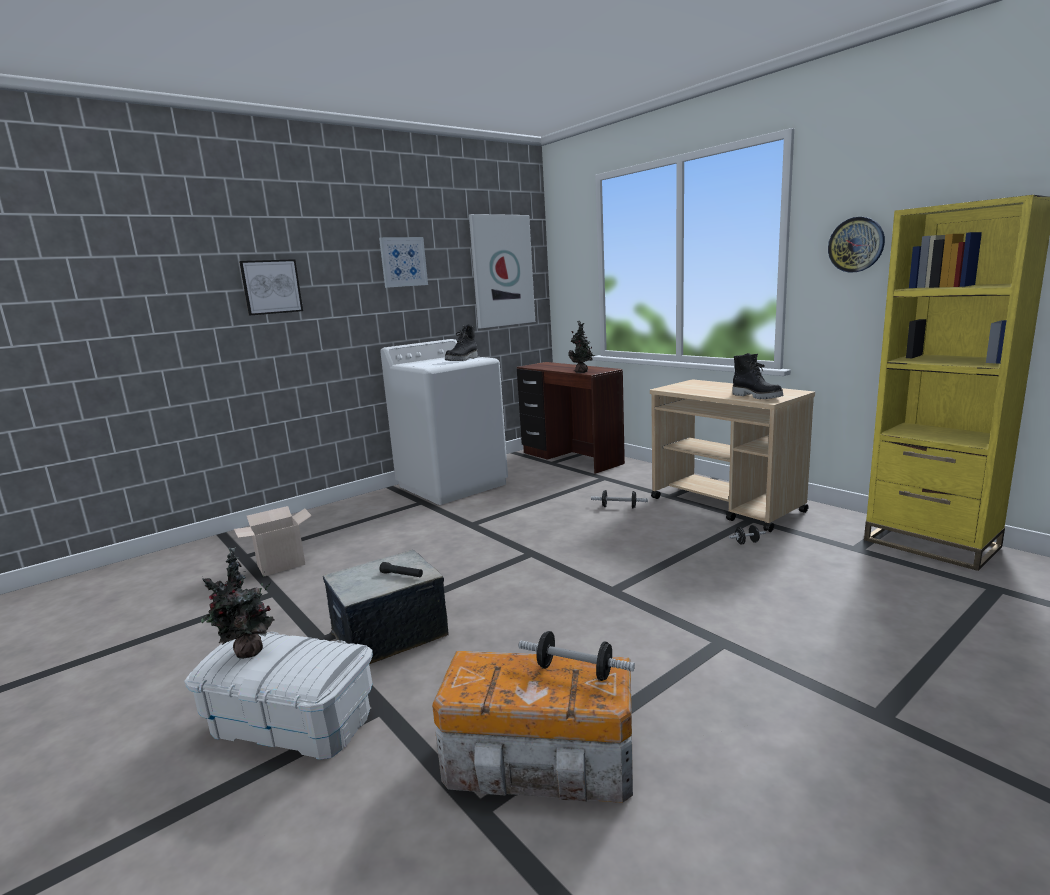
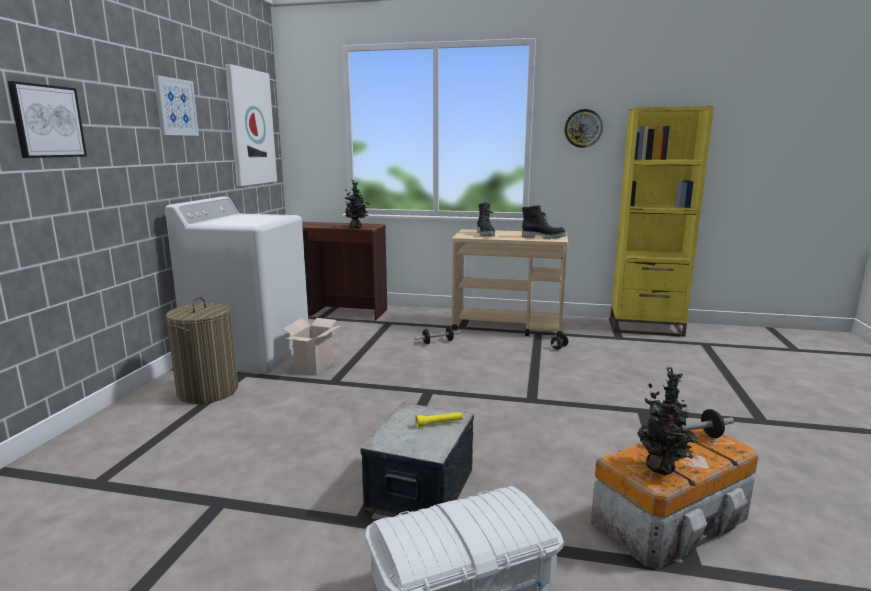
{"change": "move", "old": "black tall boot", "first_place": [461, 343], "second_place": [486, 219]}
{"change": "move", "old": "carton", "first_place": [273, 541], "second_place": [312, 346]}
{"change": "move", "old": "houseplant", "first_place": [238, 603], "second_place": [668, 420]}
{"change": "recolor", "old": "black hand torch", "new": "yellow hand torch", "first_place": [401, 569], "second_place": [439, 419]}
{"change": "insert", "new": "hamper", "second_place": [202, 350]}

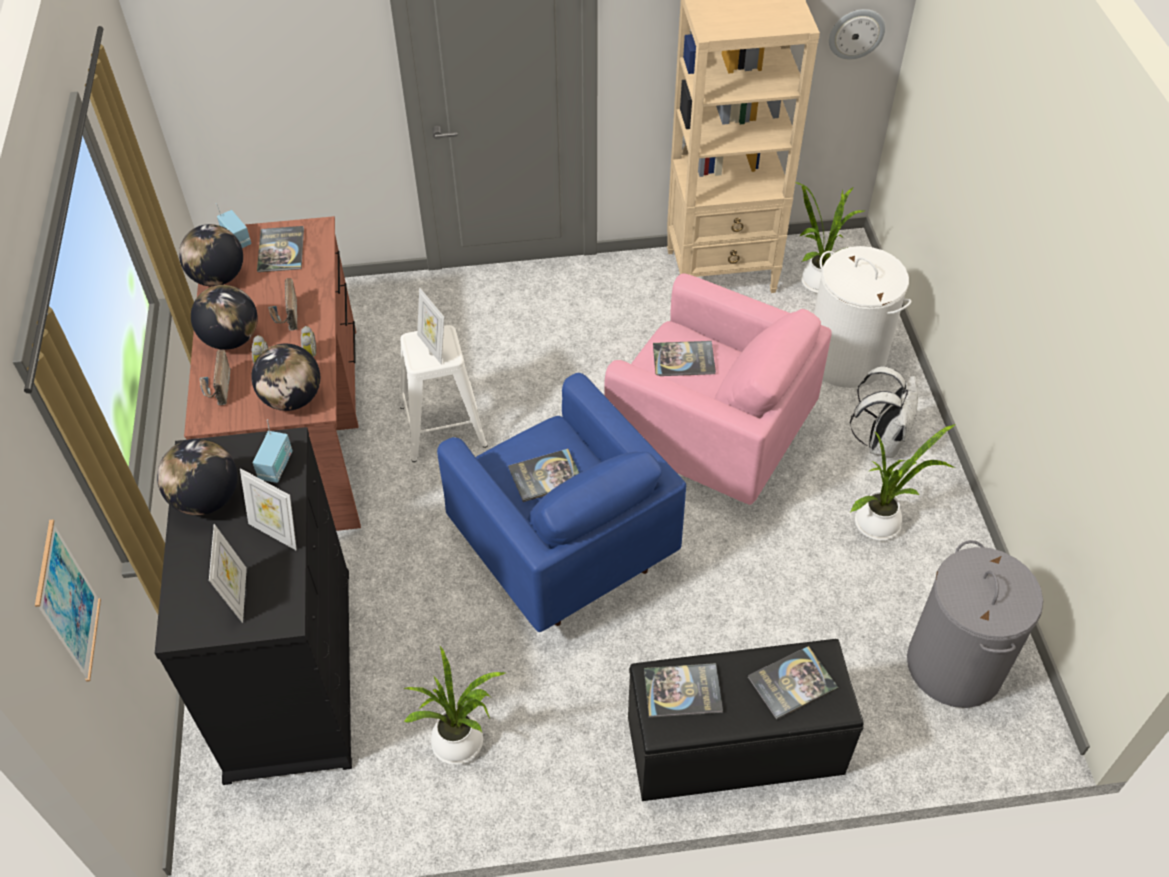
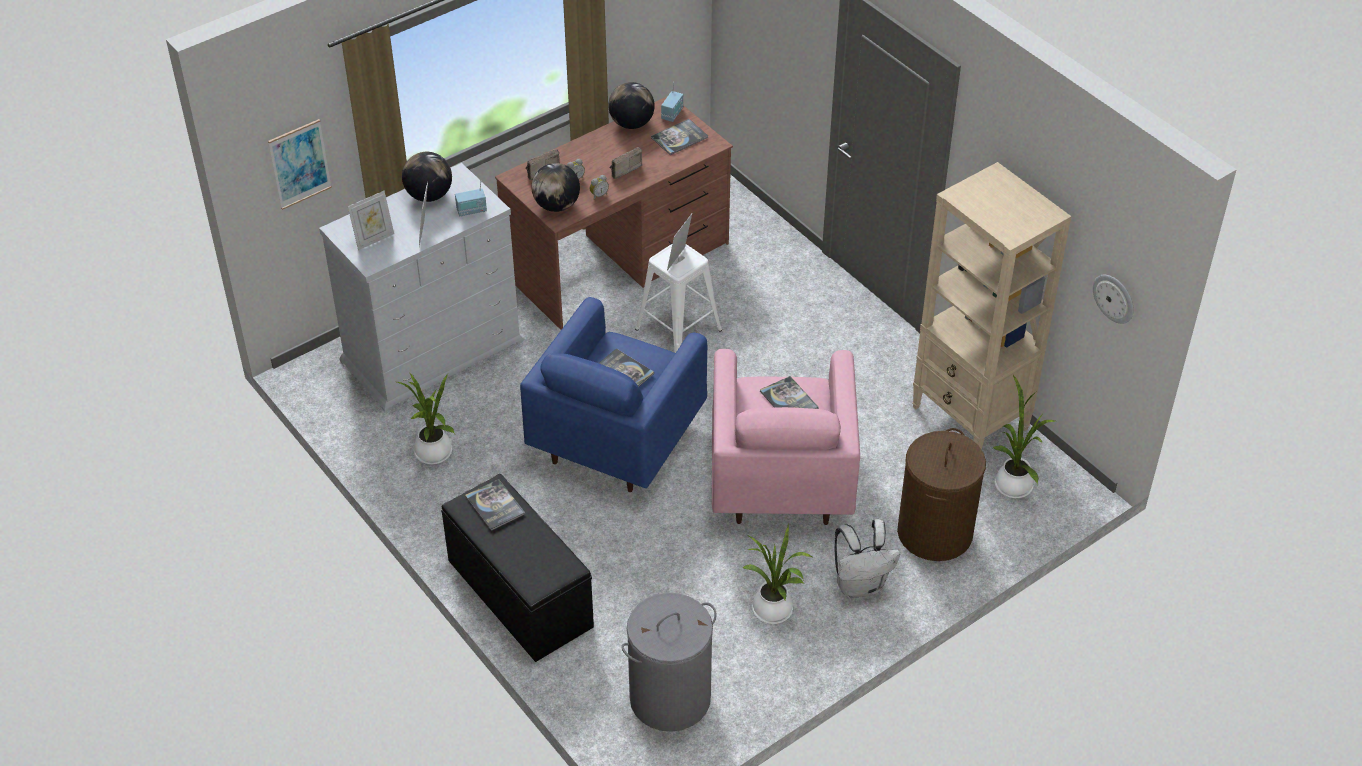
{"change": "recolor", "old": "white hamper", "new": "brown hamper", "first_place": [862, 317], "second_place": [941, 494]}
{"change": "delete", "old": "globe", "first_place": [224, 317]}
{"change": "recolor", "old": "black drawer chest", "new": "white drawer chest", "first_place": [253, 606], "second_place": [421, 287]}
{"change": "delete", "old": "book", "first_place": [793, 683]}

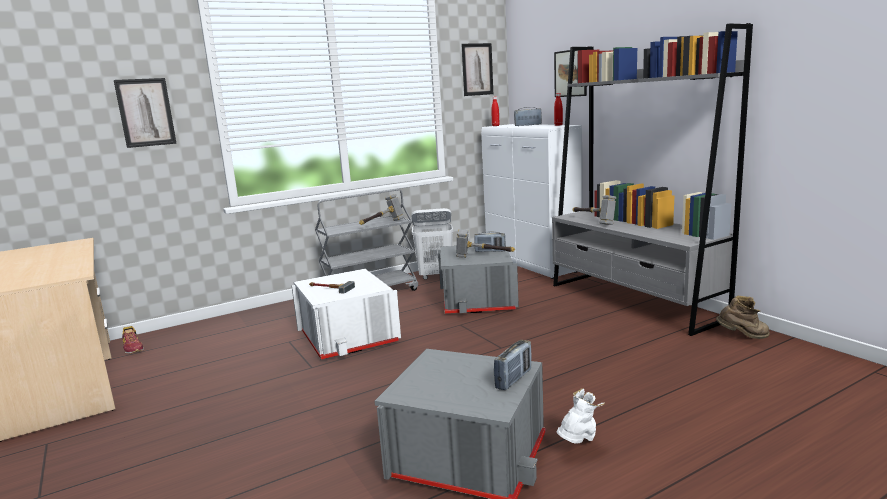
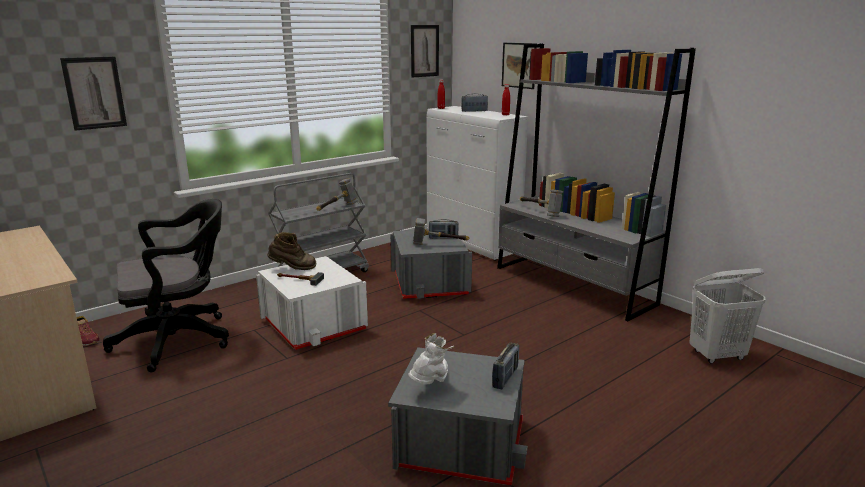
{"change": "move", "old": "white hamper", "first_place": [432, 244], "second_place": [727, 316]}
{"change": "move", "old": "brown tall boot", "first_place": [743, 317], "second_place": [291, 251]}
{"change": "move", "old": "white tall boot", "first_place": [580, 415], "second_place": [431, 358]}
{"change": "insert", "new": "black office chair", "second_place": [166, 285]}

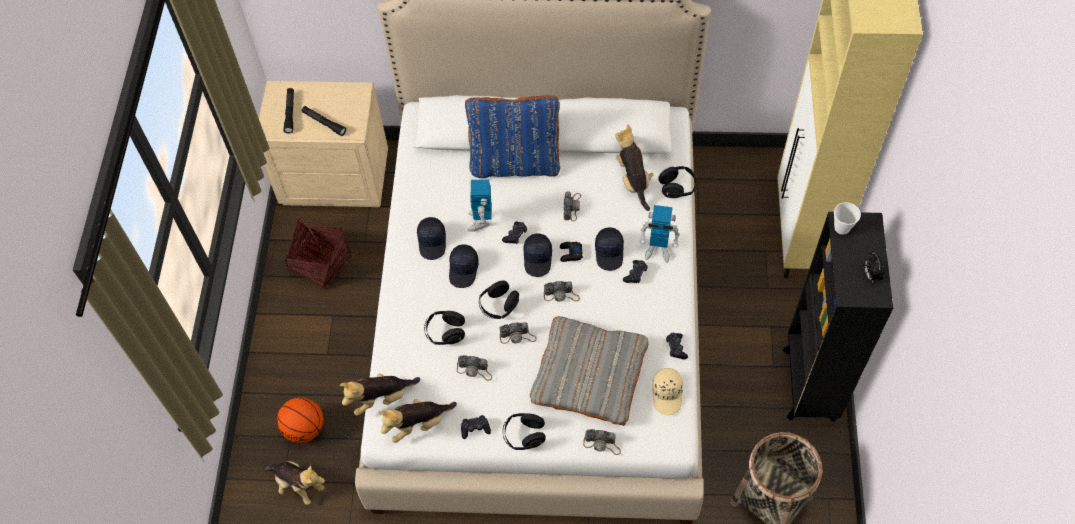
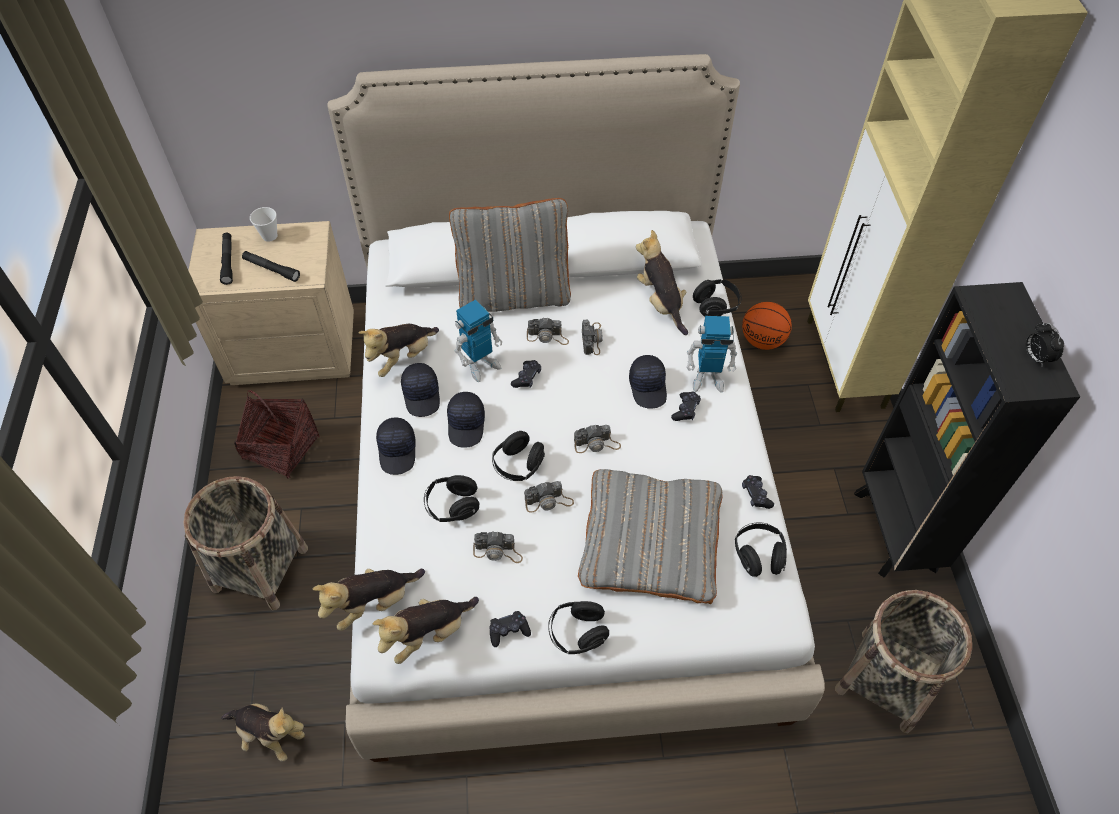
{"change": "recolor", "old": "bluish cushion", "new": "grey cushion", "first_place": [512, 136], "second_place": [510, 255]}
{"change": "rotate", "old": "model robot", "first_place": [480, 205], "second_place": [478, 340], "degrees": -120}
{"change": "move", "old": "small cup", "first_place": [847, 218], "second_place": [263, 224]}
{"change": "move", "old": "black cap", "first_place": [537, 255], "second_place": [396, 446]}
{"change": "delete", "old": "black game controller", "first_place": [571, 252]}
{"change": "replace", "old": "beige-coloured cap", "new": "black headset", "first_place": [667, 391], "second_place": [761, 550]}
{"change": "move", "old": "ball for basketball", "first_place": [300, 420], "second_place": [767, 326]}
{"change": "move", "old": "still camera", "first_place": [602, 442], "second_place": [548, 331]}
{"change": "insert", "new": "soft toy", "second_place": [398, 350]}
{"change": "insert", "new": "storage basket", "second_place": [246, 543]}

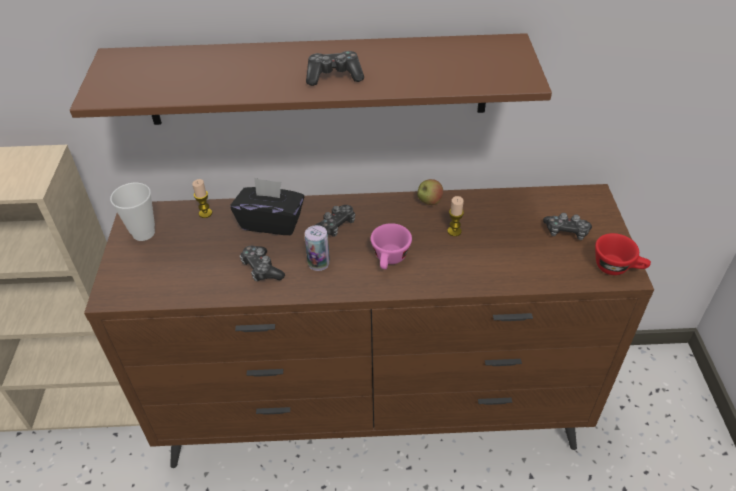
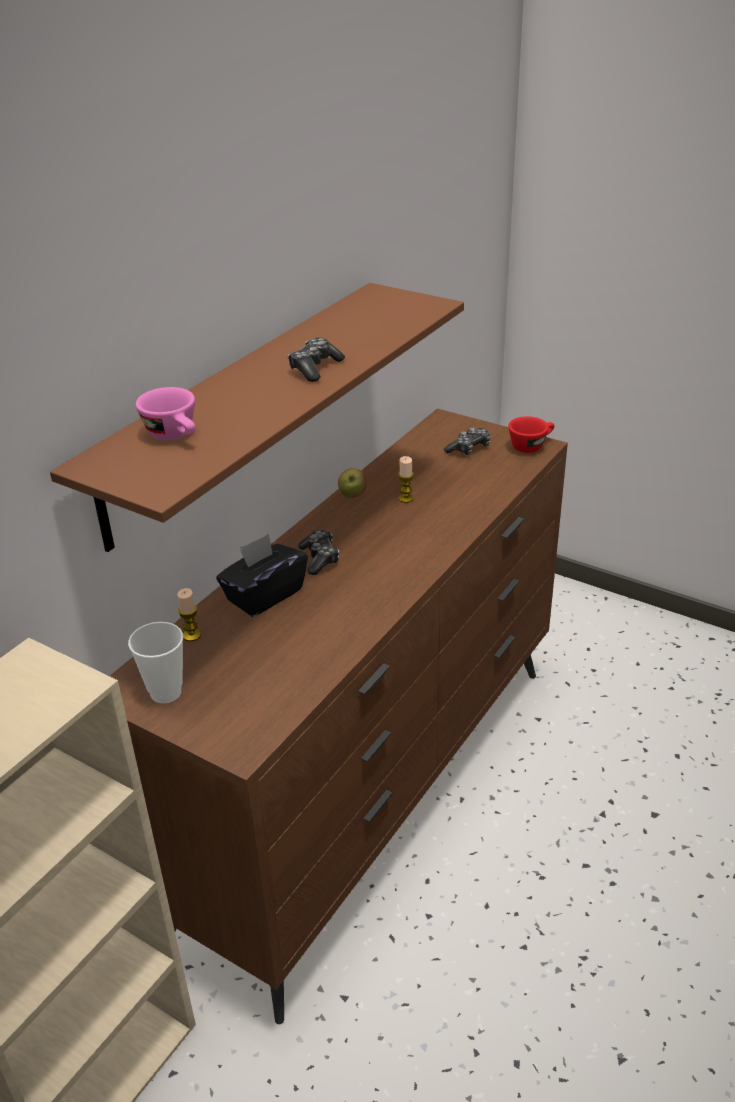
{"change": "move", "old": "pink-coloured small cup", "first_place": [391, 246], "second_place": [165, 413]}
{"change": "delete", "old": "sealed can", "first_place": [317, 248]}
{"change": "delete", "old": "game controller", "first_place": [262, 263]}

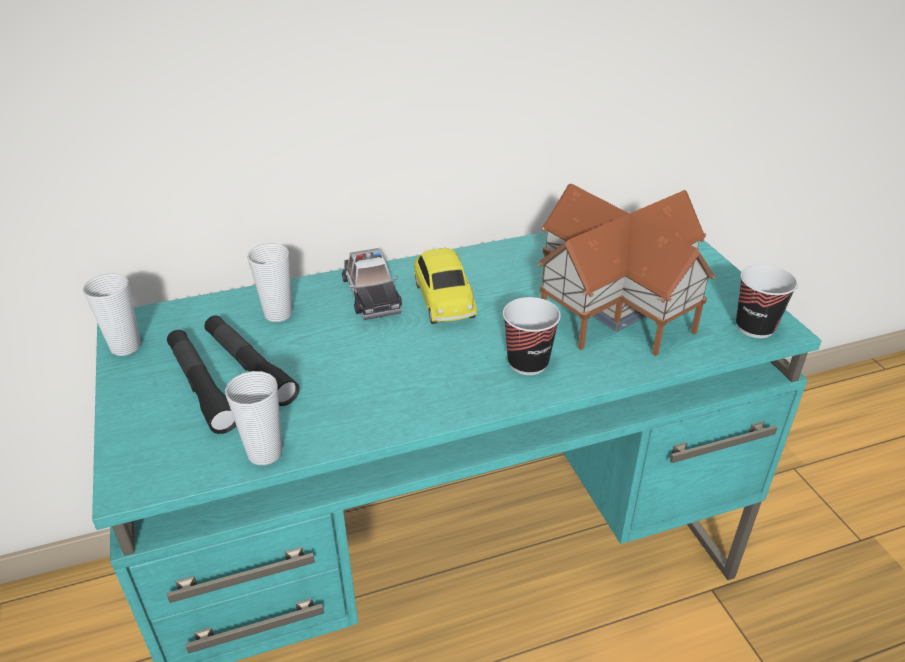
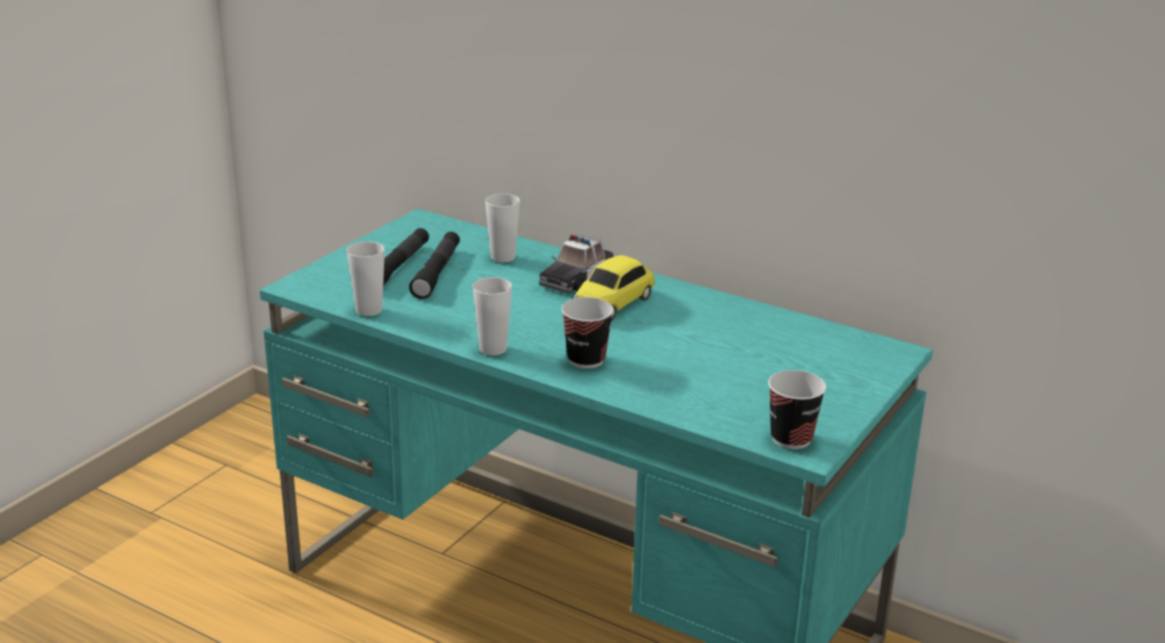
{"change": "delete", "old": "toy house", "first_place": [627, 270]}
{"change": "move", "old": "small cup", "first_place": [111, 314], "second_place": [492, 316]}

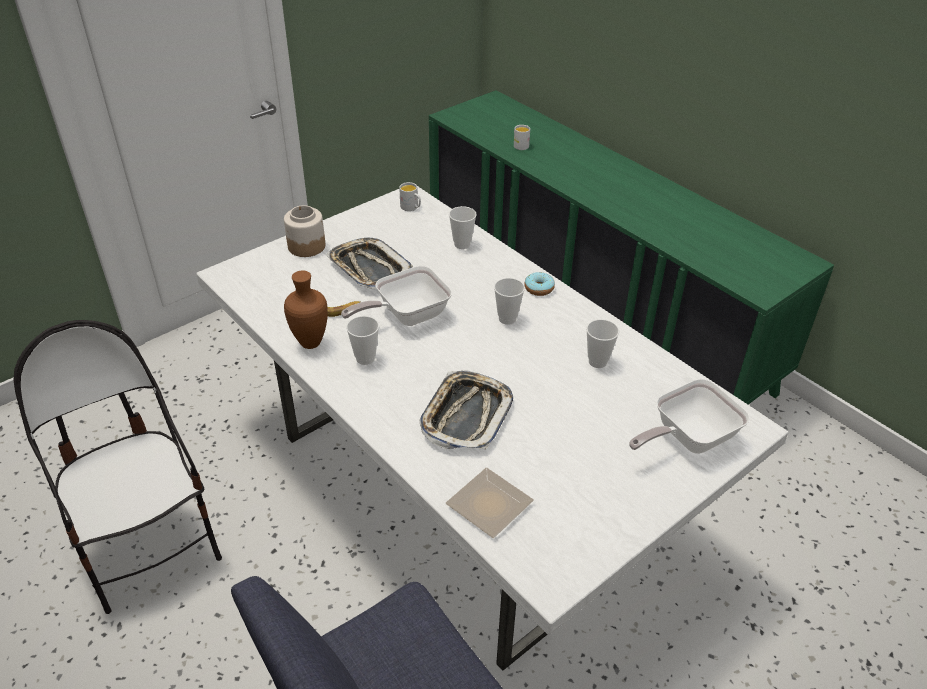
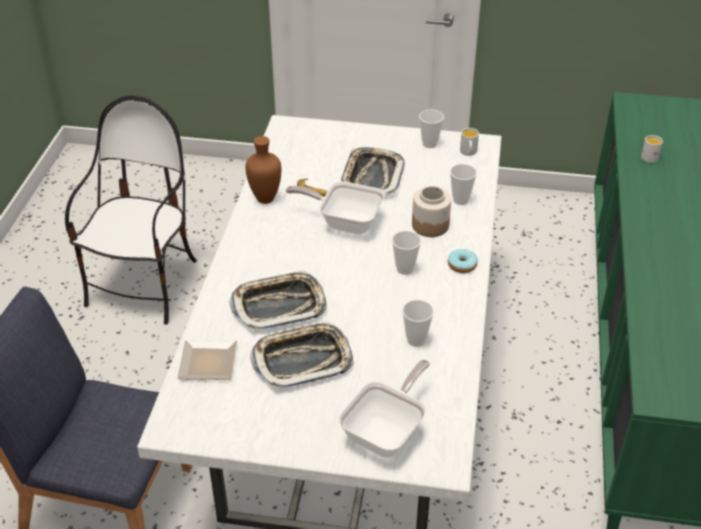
{"change": "move", "old": "storage jar", "first_place": [304, 231], "second_place": [431, 211]}
{"change": "move", "old": "small cup", "first_place": [362, 340], "second_place": [431, 129]}
{"change": "rotate", "old": "skillet", "first_place": [689, 416], "second_place": [384, 409], "degrees": 105}
{"change": "insert", "new": "carrying tray", "second_place": [301, 355]}

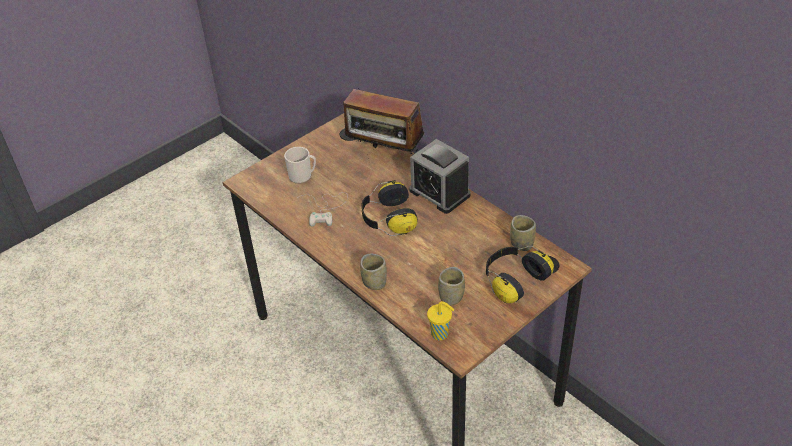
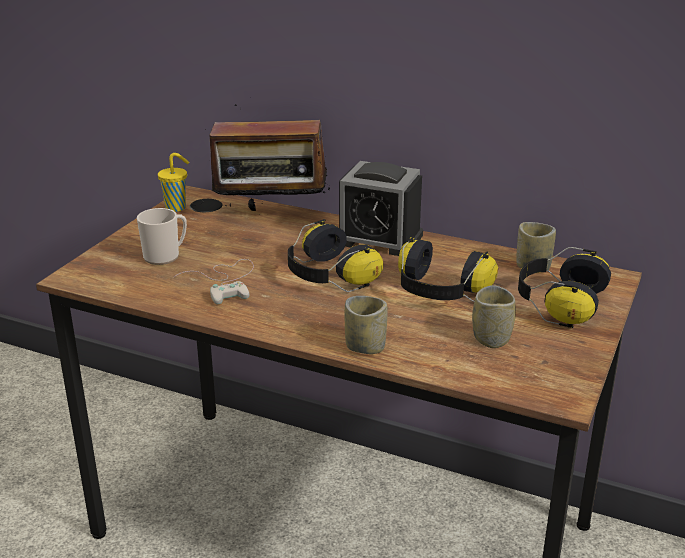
{"change": "move", "old": "yellow small cup", "first_place": [440, 320], "second_place": [173, 182]}
{"change": "insert", "new": "headset", "second_place": [448, 269]}

